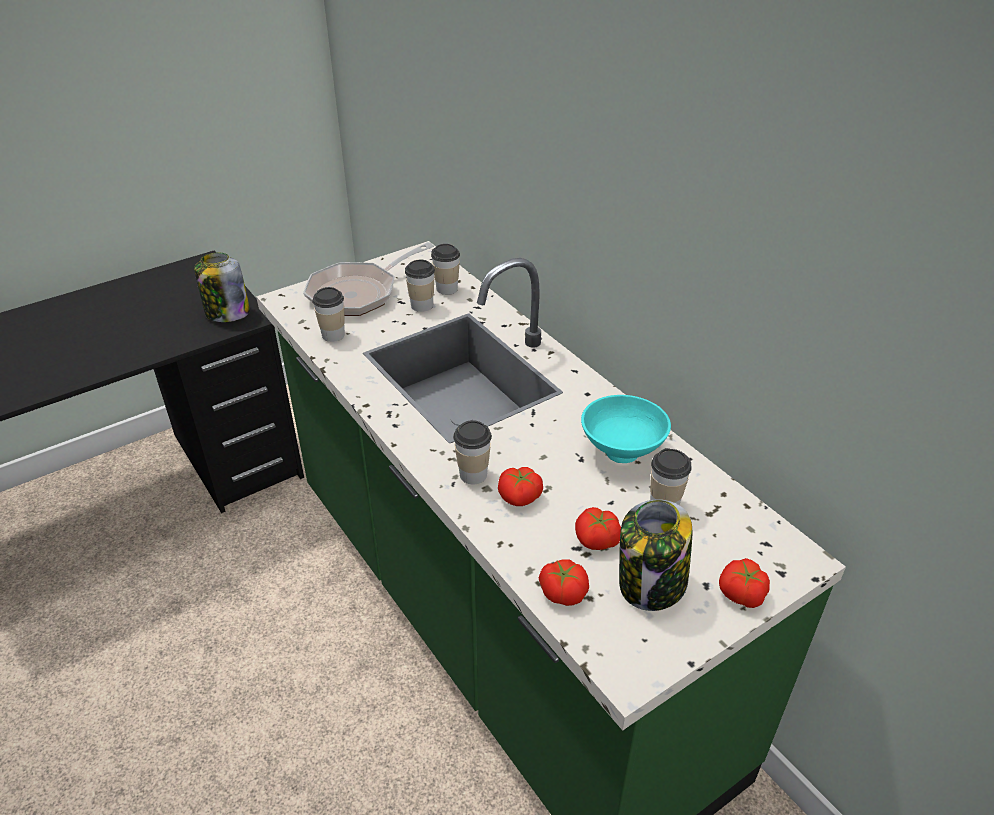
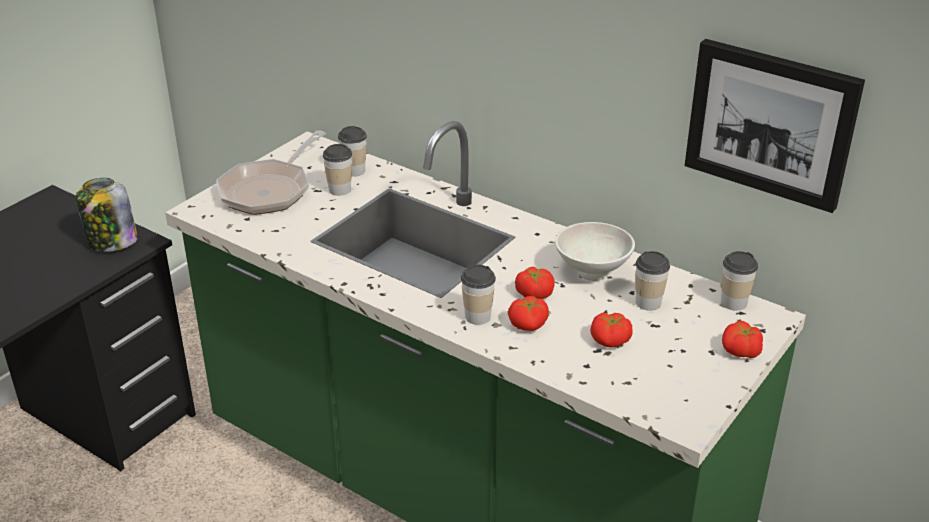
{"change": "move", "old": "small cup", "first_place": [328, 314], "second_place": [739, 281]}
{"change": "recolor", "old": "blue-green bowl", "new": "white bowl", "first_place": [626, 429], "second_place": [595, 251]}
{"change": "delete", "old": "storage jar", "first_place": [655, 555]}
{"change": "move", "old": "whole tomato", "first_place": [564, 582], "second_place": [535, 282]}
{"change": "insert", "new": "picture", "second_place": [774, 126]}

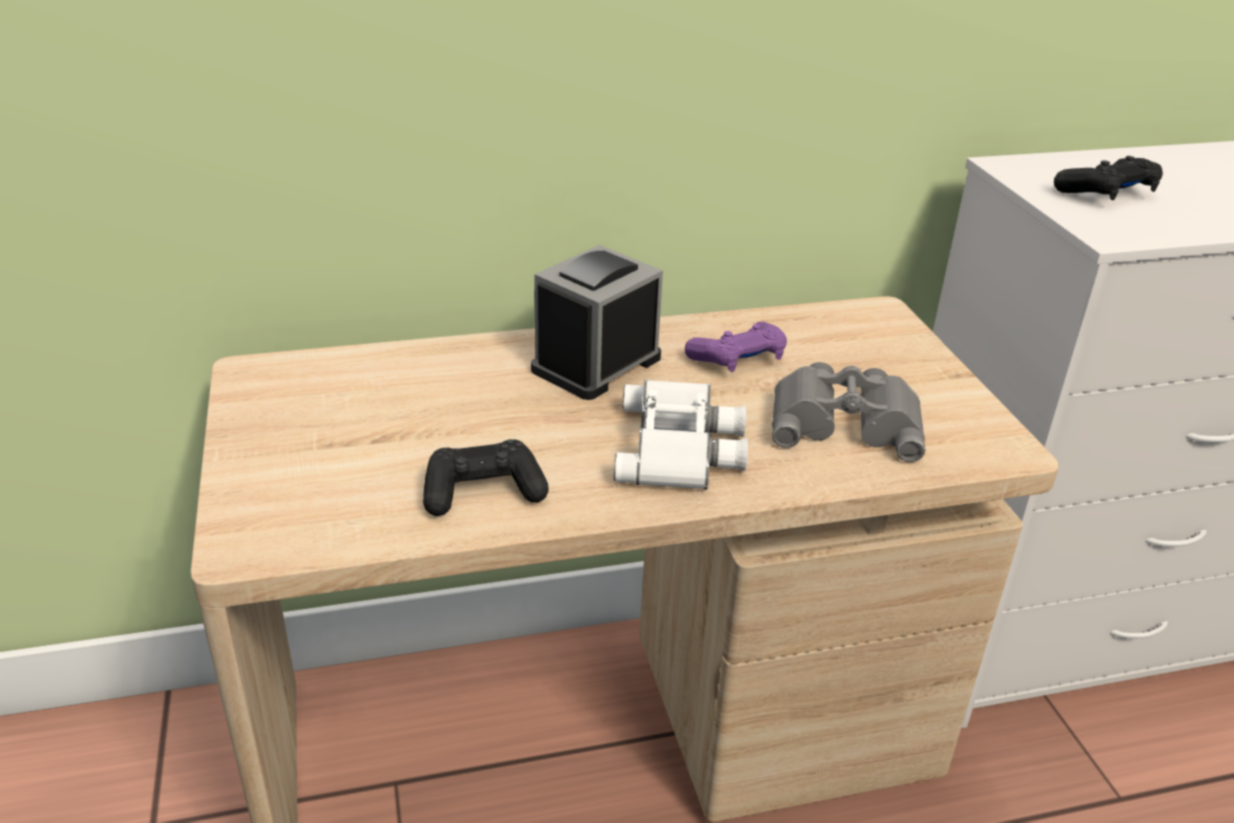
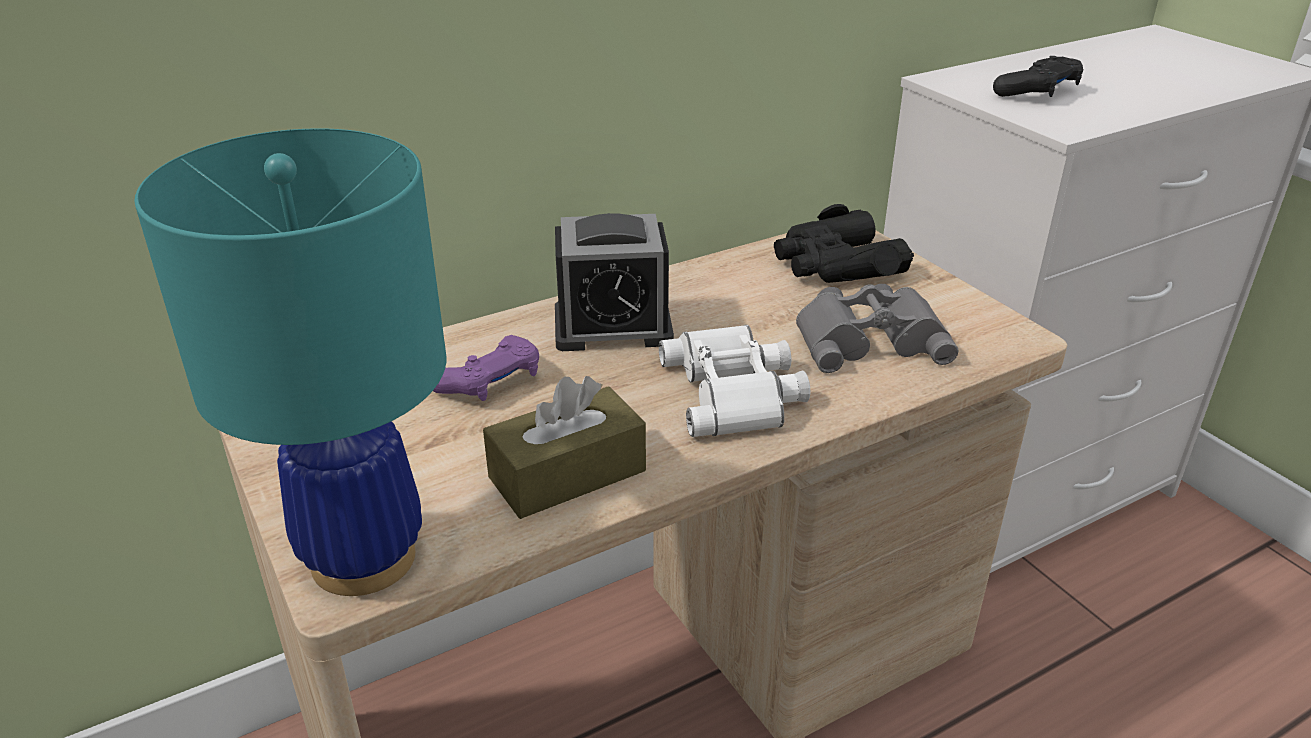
{"change": "rotate", "old": "table clock", "first_place": [597, 322], "second_place": [614, 282], "degrees": -120}
{"change": "move", "old": "purple game controller", "first_place": [736, 347], "second_place": [486, 368]}
{"change": "replace", "old": "black game controller", "new": "brown box of tissues", "first_place": [486, 477], "second_place": [564, 447]}
{"change": "insert", "new": "blue-green table lamp", "second_place": [290, 362]}
{"change": "insert", "new": "black field glasses", "second_place": [844, 243]}

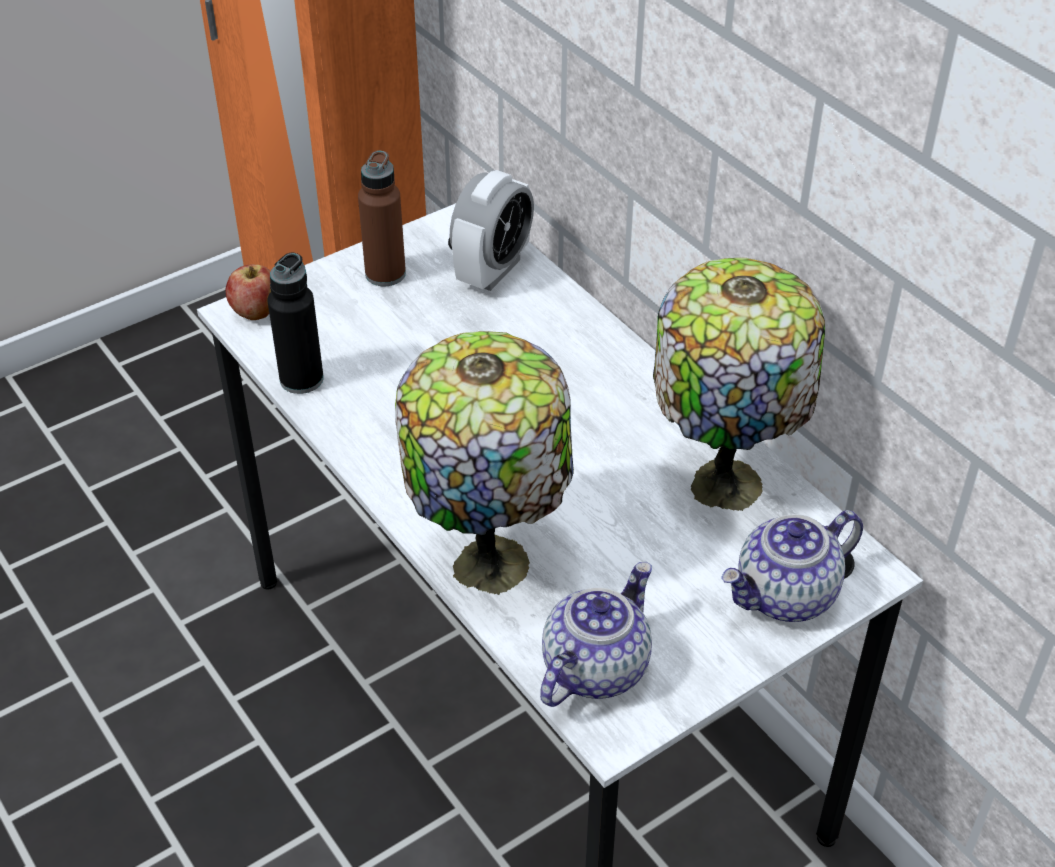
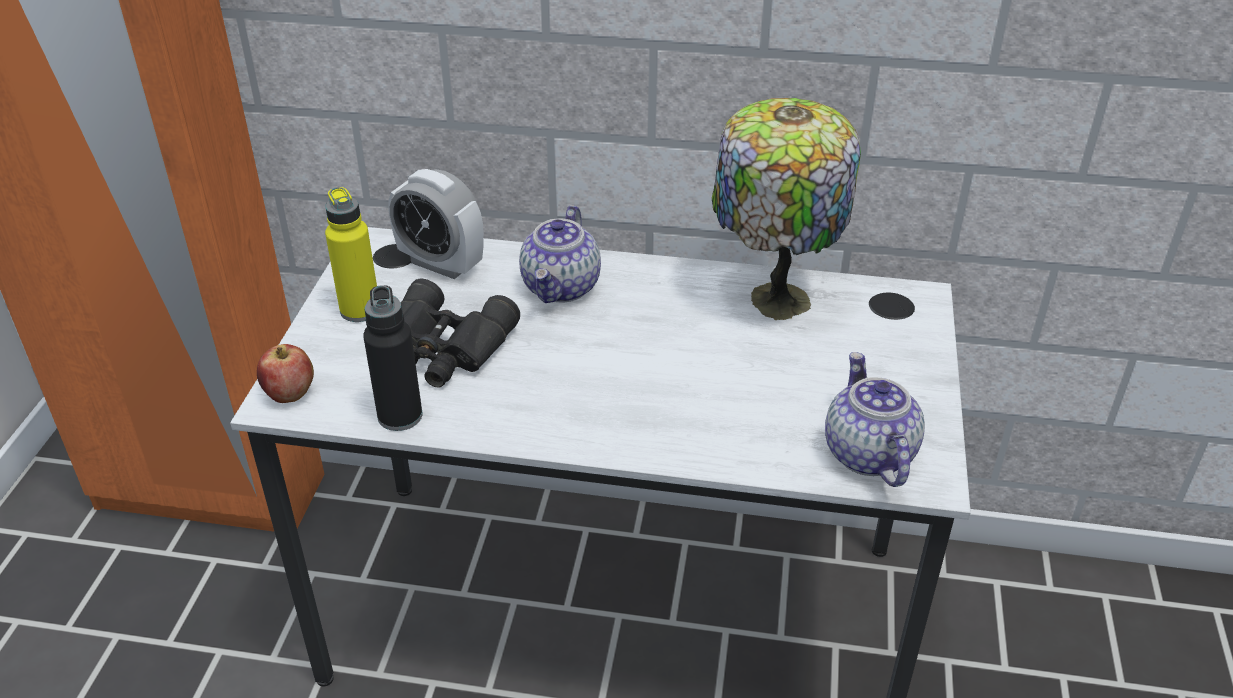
{"change": "recolor", "old": "brown beverage bottle", "new": "yellow beverage bottle", "first_place": [382, 218], "second_place": [351, 254]}
{"change": "rotate", "old": "table clock", "first_place": [492, 230], "second_place": [436, 224], "degrees": 135}
{"change": "delete", "old": "table lamp", "first_place": [484, 463]}
{"change": "move", "old": "tea pot", "first_place": [792, 566], "second_place": [560, 254]}
{"change": "insert", "new": "black field glasses", "second_place": [460, 333]}

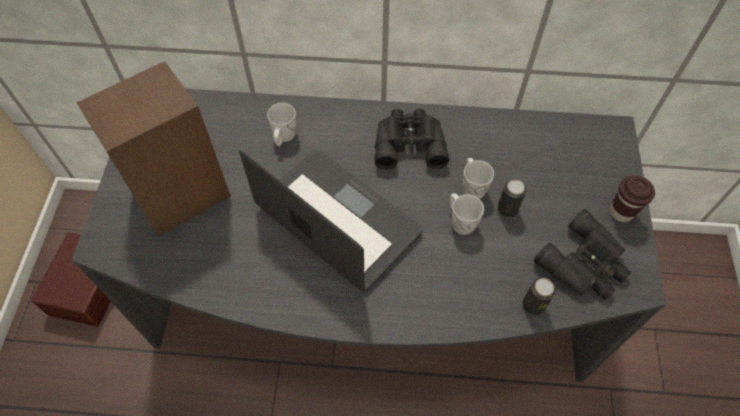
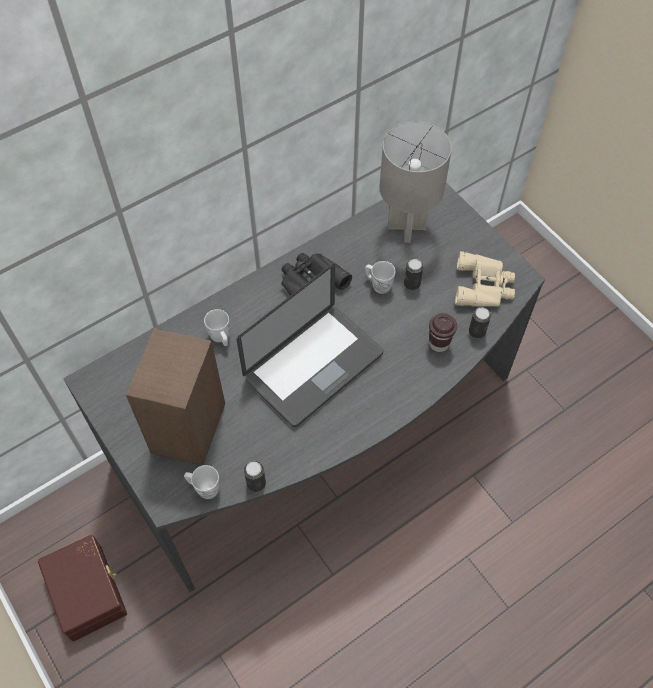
{"change": "rotate", "old": "portable computer", "first_place": [331, 220], "second_place": [310, 345], "degrees": 135}
{"change": "move", "old": "brown small cup", "first_place": [632, 198], "second_place": [443, 332]}
{"change": "move", "old": "white mug", "first_place": [467, 214], "second_place": [202, 482]}
{"change": "recolor", "old": "black field glasses", "new": "beige-coloured field glasses", "first_place": [582, 254], "second_place": [485, 279]}
{"change": "insert", "new": "grey table lamp", "second_place": [415, 182]}
{"change": "insert", "new": "sealed can", "second_place": [255, 476]}

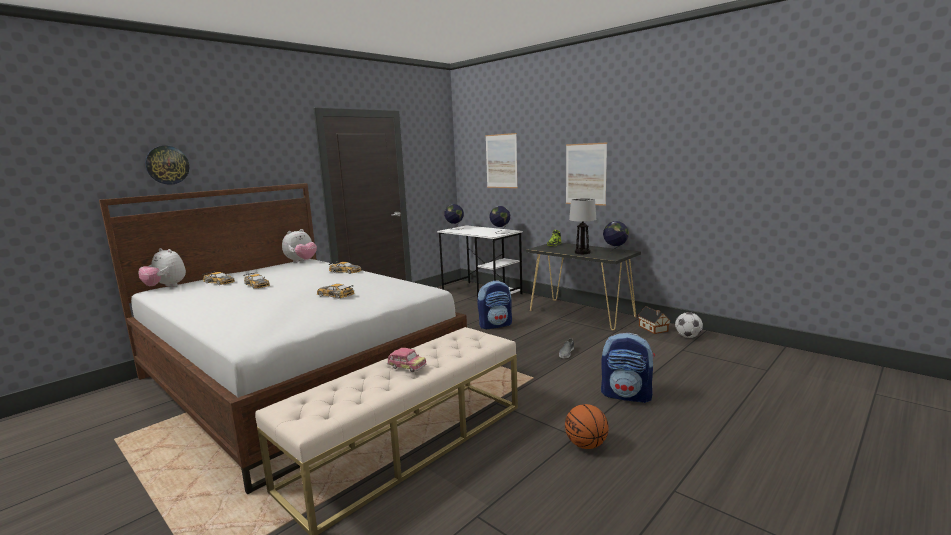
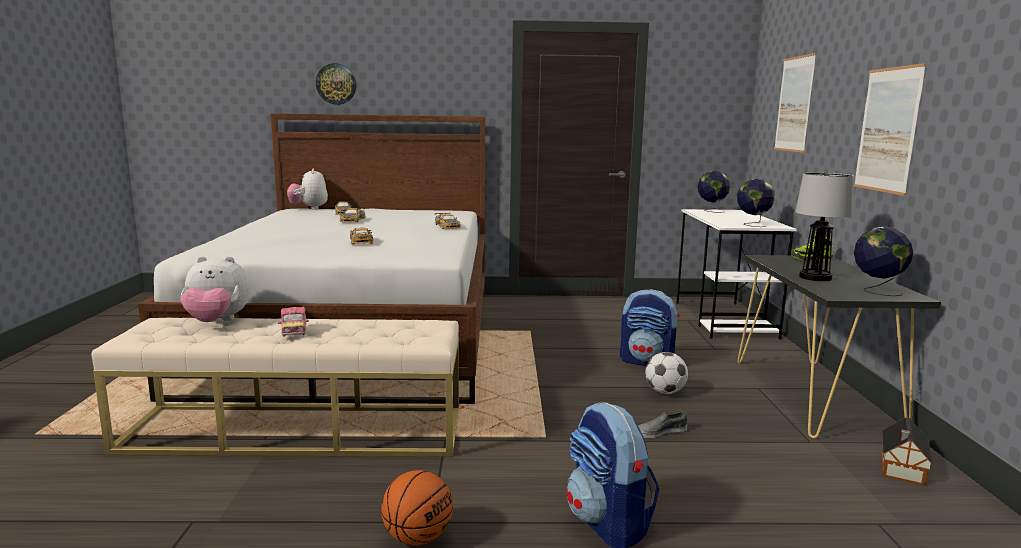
{"change": "move", "old": "soft toy", "first_place": [299, 246], "second_place": [215, 289]}
{"change": "move", "old": "football ball", "first_place": [689, 325], "second_place": [666, 373]}

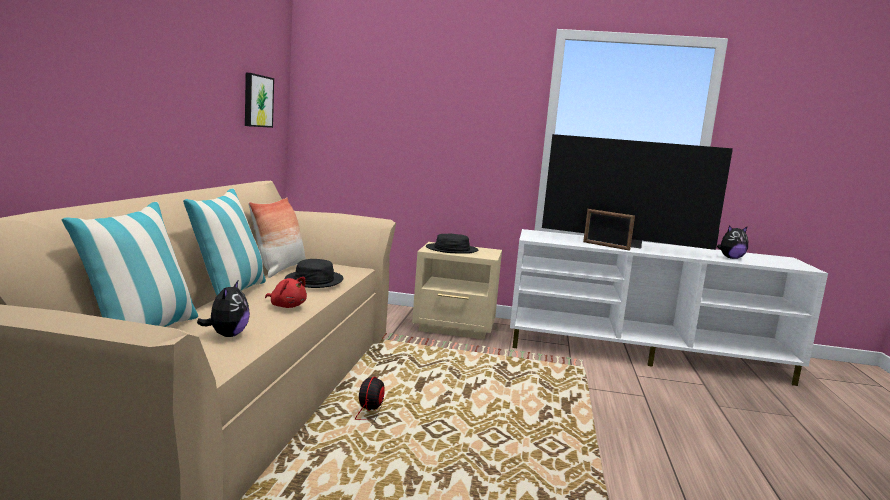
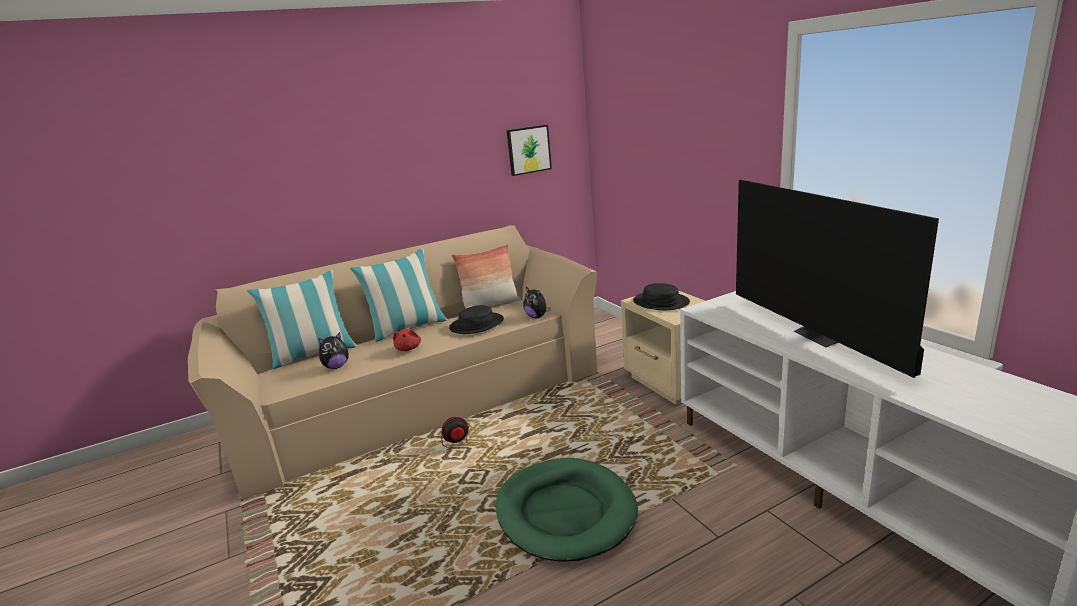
{"change": "delete", "old": "standing frame", "first_place": [609, 230]}
{"change": "move", "old": "soft toy", "first_place": [732, 242], "second_place": [537, 302]}
{"change": "insert", "new": "greenish dog cushion", "second_place": [566, 510]}

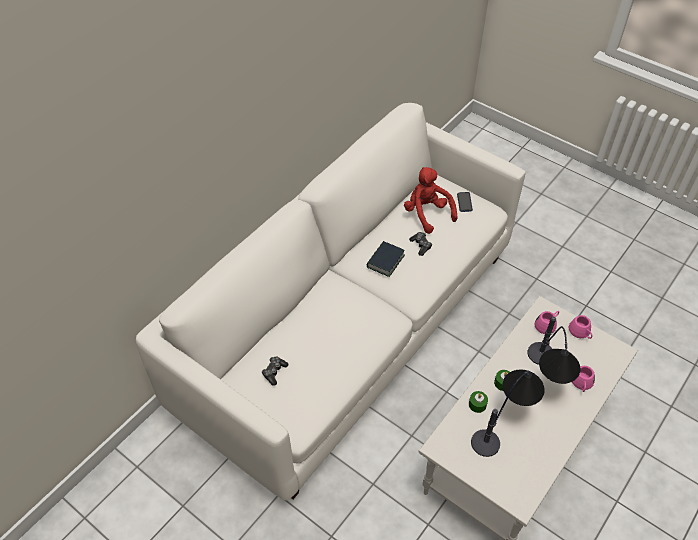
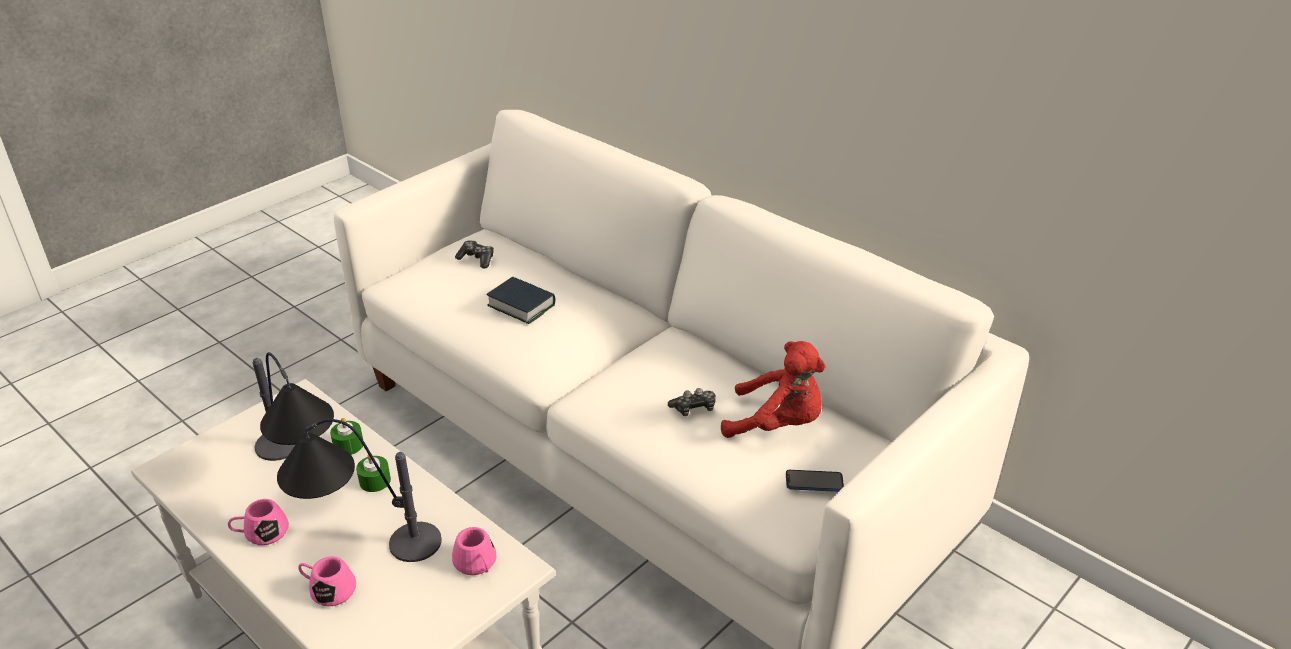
{"change": "rotate", "old": "reddish soft toy", "first_place": [431, 200], "second_place": [773, 389], "degrees": 45}
{"change": "move", "old": "book", "first_place": [386, 259], "second_place": [520, 300]}
{"change": "move", "old": "pink-coloured mug", "first_place": [580, 327], "second_place": [258, 522]}

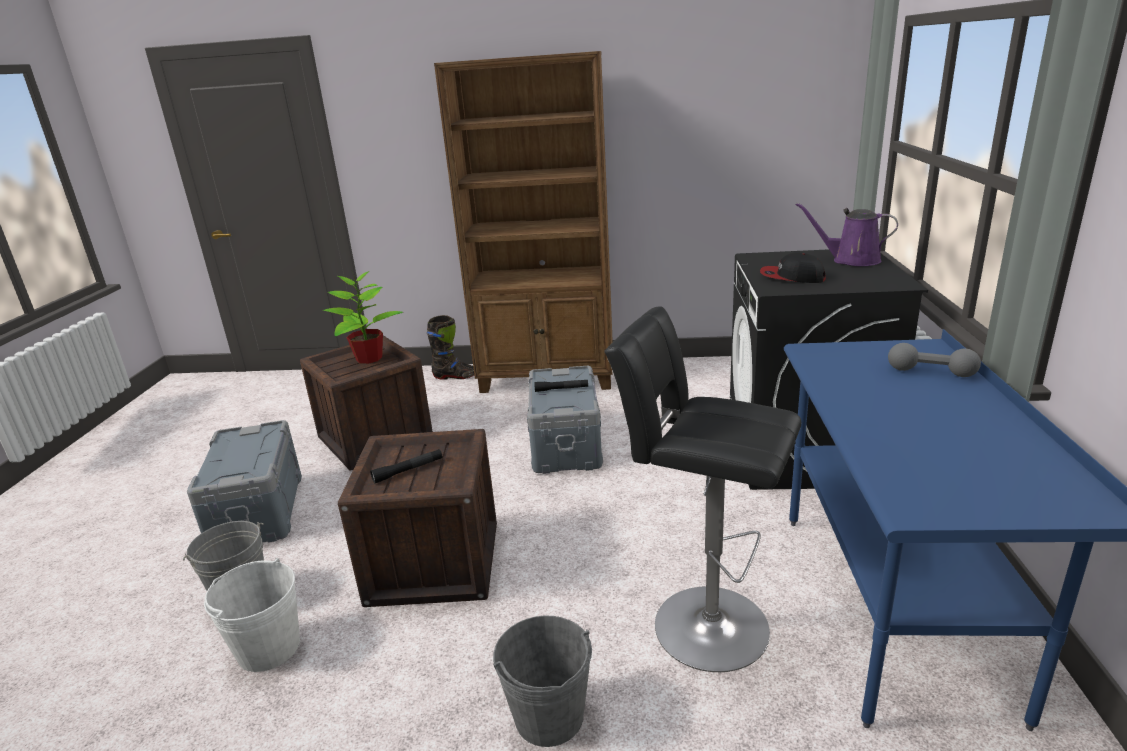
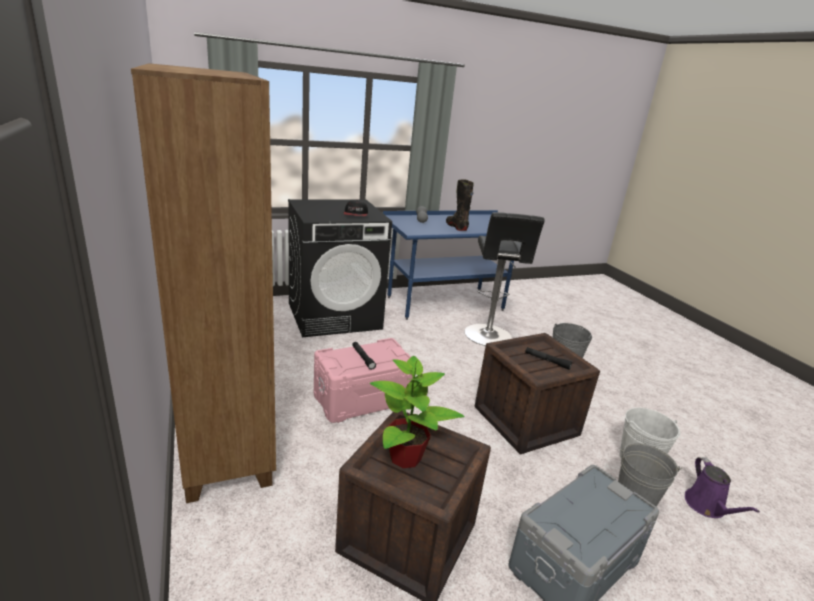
{"change": "move", "old": "purple watering can", "first_place": [846, 234], "second_place": [722, 487]}
{"change": "move", "old": "black tall boot", "first_place": [450, 347], "second_place": [460, 205]}
{"change": "recolor", "old": "grey storage box", "new": "pink-coloured storage box", "first_place": [565, 420], "second_place": [363, 380]}

